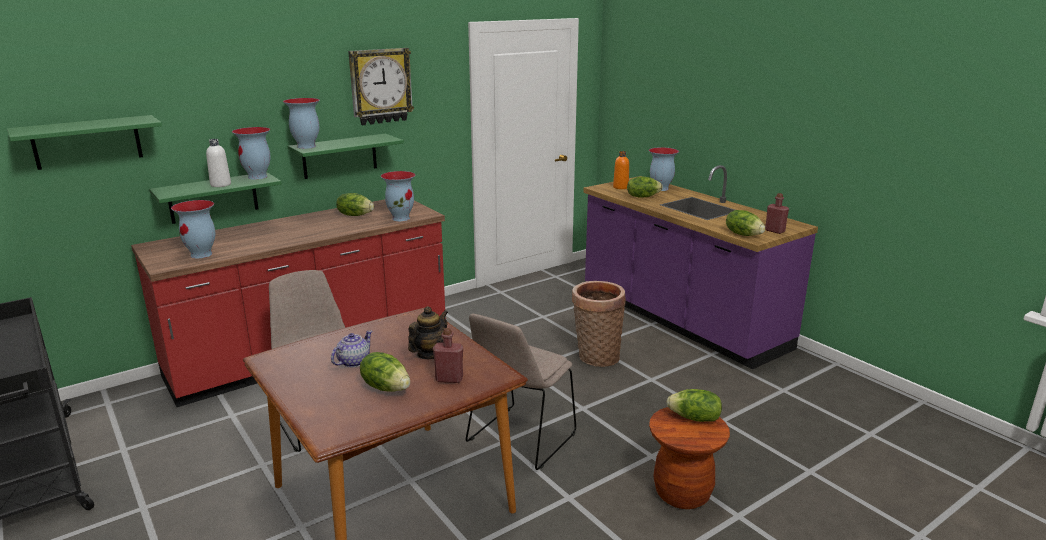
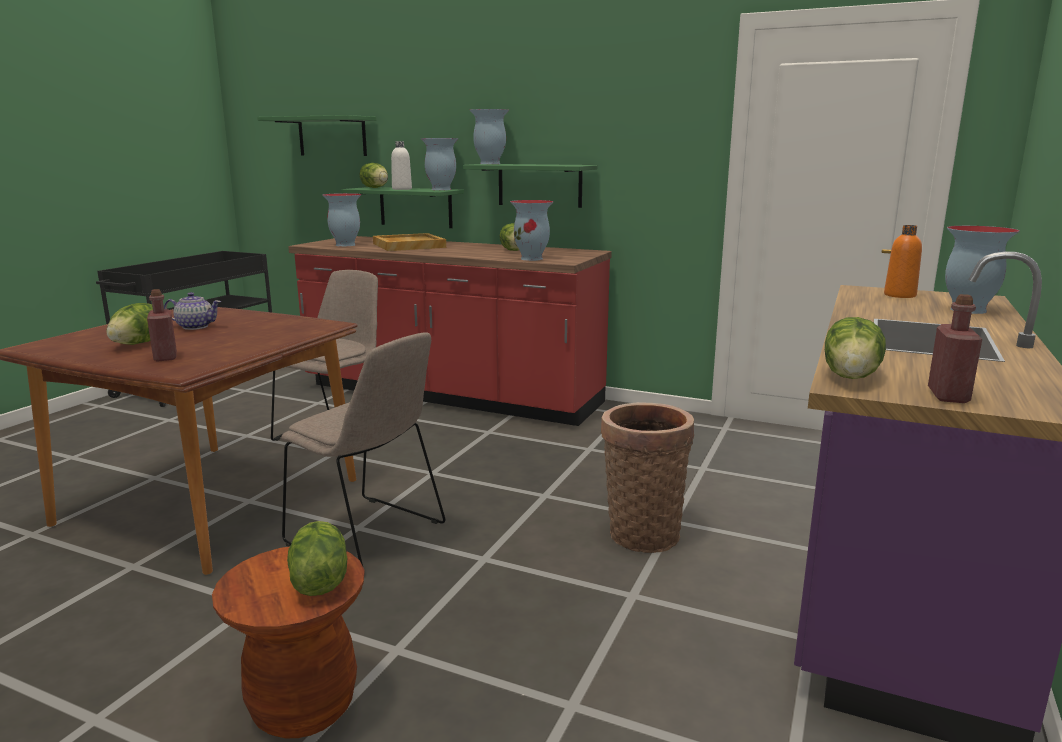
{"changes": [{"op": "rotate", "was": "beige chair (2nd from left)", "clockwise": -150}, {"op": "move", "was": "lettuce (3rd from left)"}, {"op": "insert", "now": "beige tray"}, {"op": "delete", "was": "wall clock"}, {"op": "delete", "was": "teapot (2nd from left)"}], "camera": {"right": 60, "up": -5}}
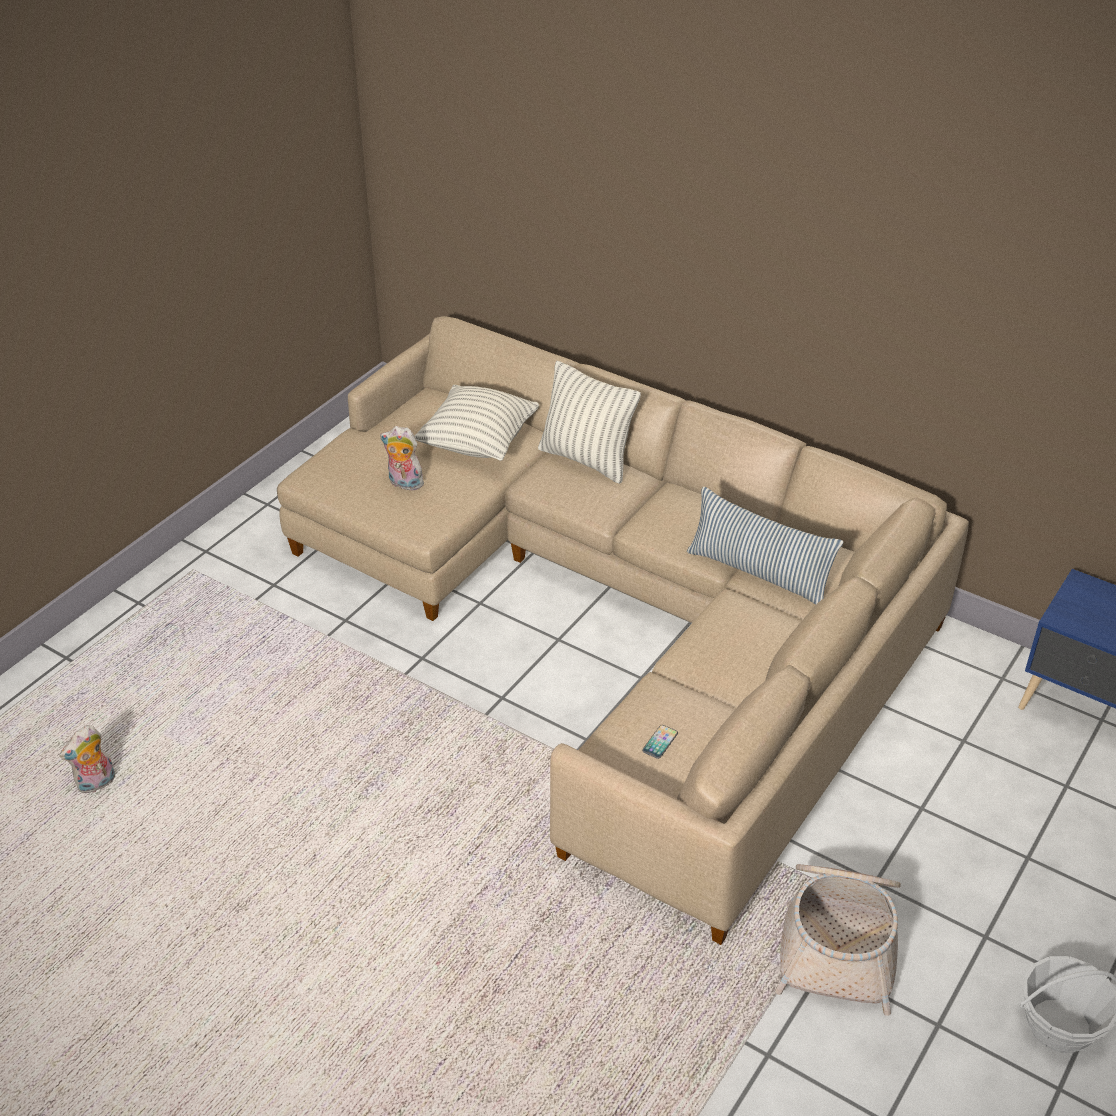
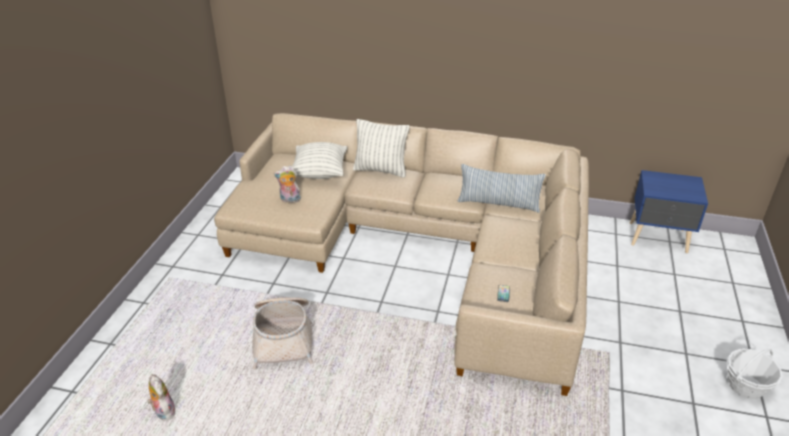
{"changes": [{"op": "rotate", "was": "plush toy (1st from left)", "clockwise": 120}, {"op": "move", "was": "basket (1st from left)"}], "camera": {"right": -20, "up": -5}}
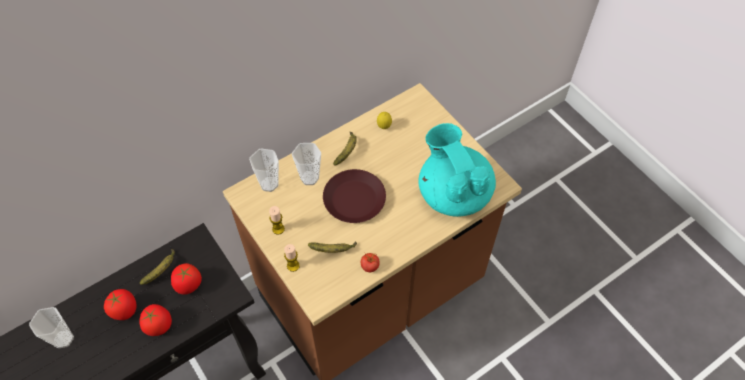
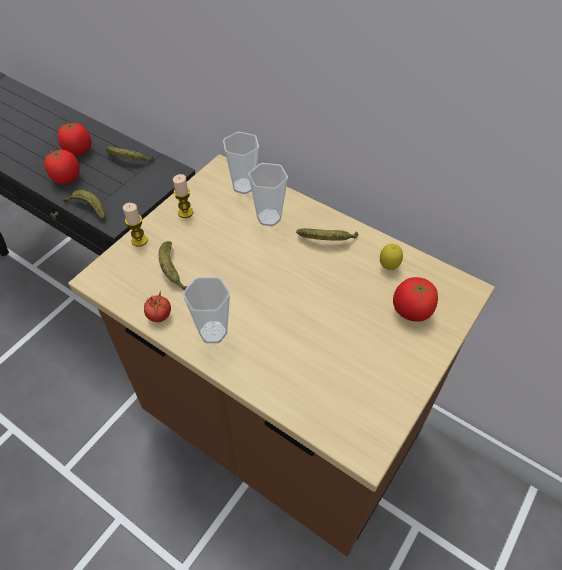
{"changes": [{"op": "insert", "now": "banana (1st from left)"}, {"op": "move", "was": "cup (1st from left)"}, {"op": "move", "was": "tomato (3rd from left in the first image)", "now": "tomato (4th from left)"}, {"op": "delete", "was": "brown plate"}, {"op": "delete", "was": "turquoise teapot"}], "camera": {"right": 70, "up": -5}}
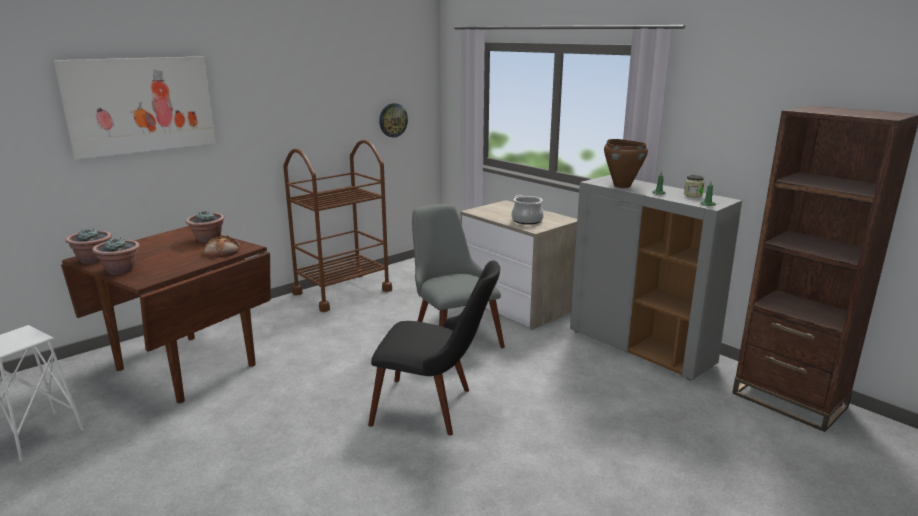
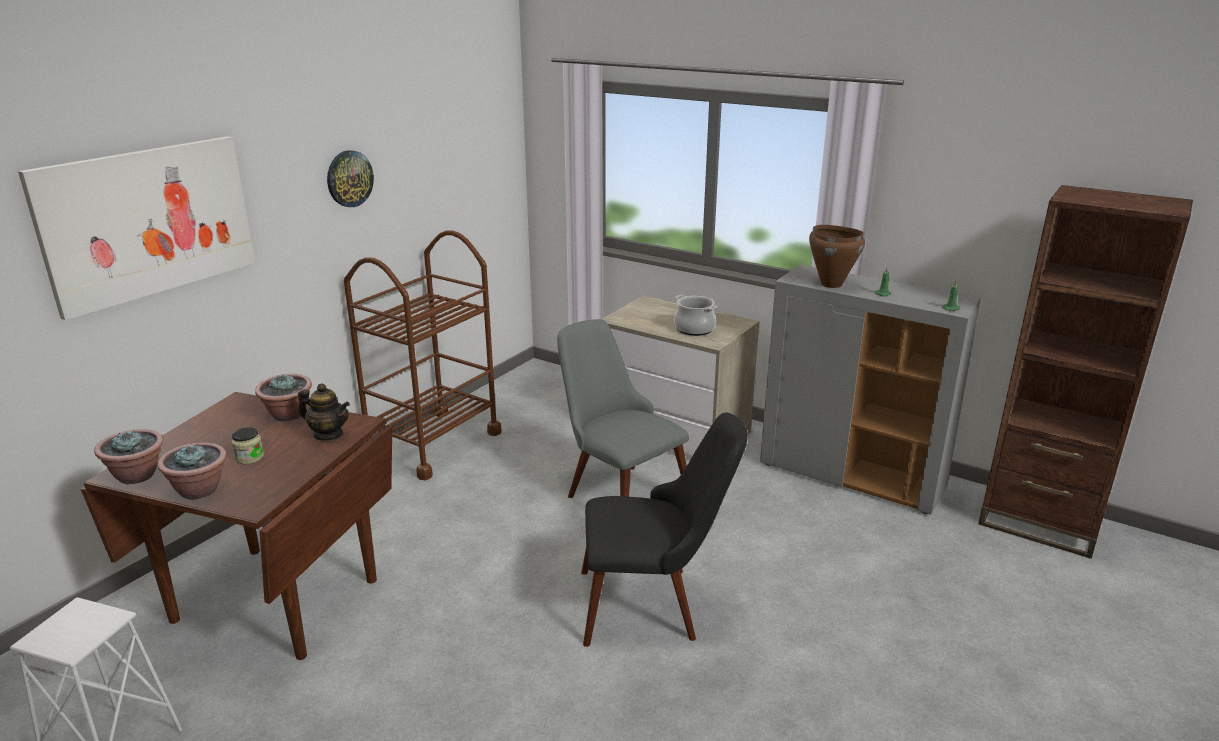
{"changes": [{"op": "move", "was": "jar"}, {"op": "replace", "was": "bread", "now": "teapot"}, {"op": "move", "was": "wall clock"}], "camera": {"right": -15, "up": 5}}
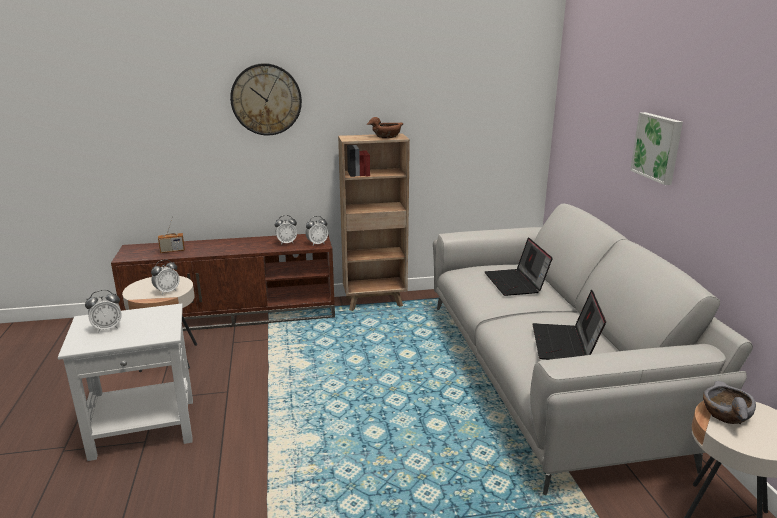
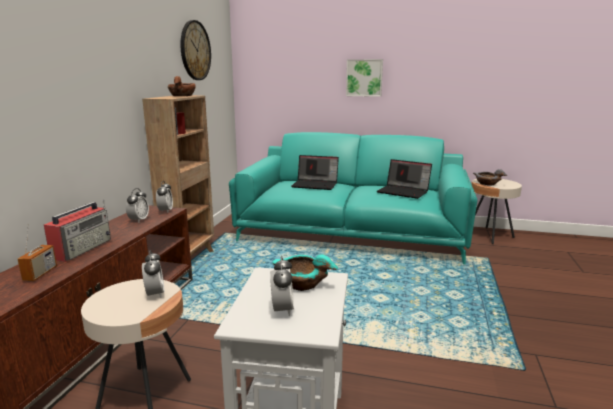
{"changes": [{"op": "insert", "now": "radio (2nd from left)"}, {"op": "move", "was": "wall clock"}, {"op": "recolor", "was": "grey sofa", "now": "turquoise sofa"}, {"op": "insert", "now": "turquoise bowl"}], "camera": {"right": -65, "up": -5}}
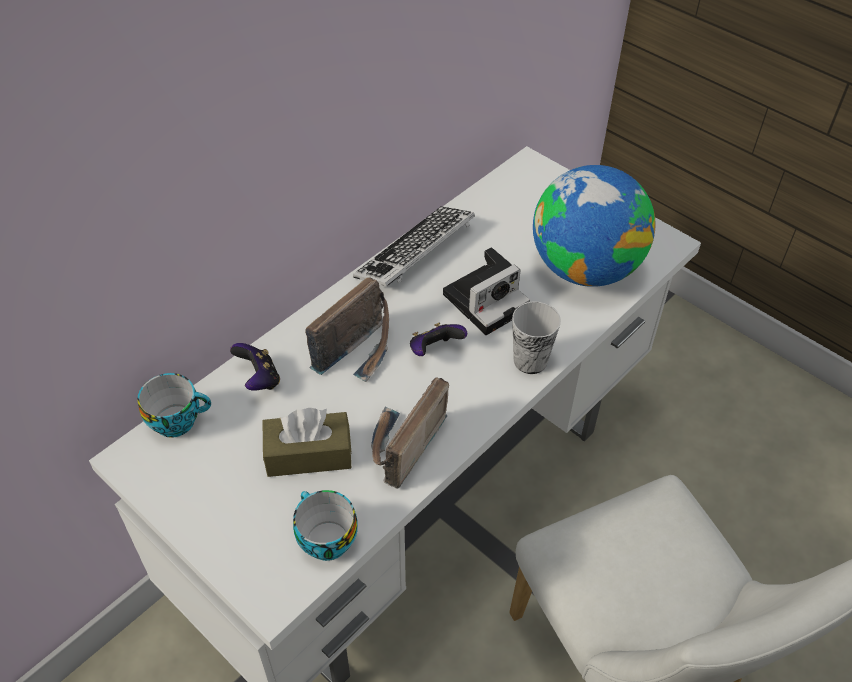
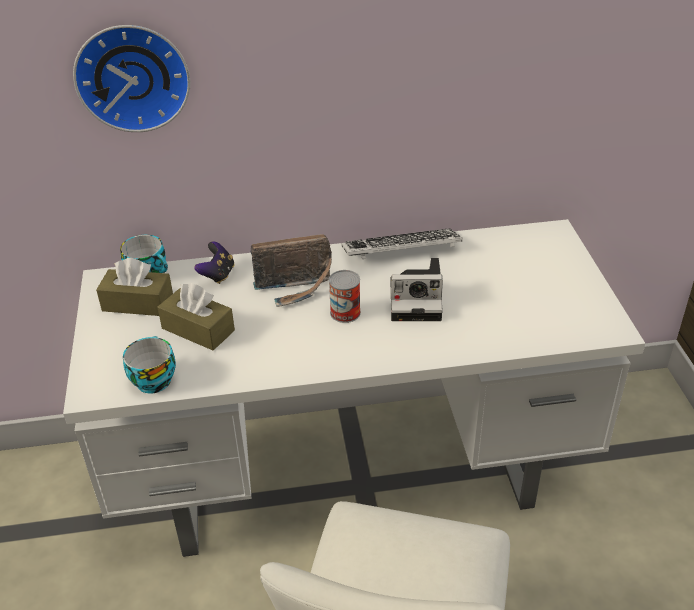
{"changes": [{"op": "insert", "now": "wall clock"}, {"op": "insert", "now": "brown tissue box (1st from left)"}, {"op": "replace", "was": "game controller (2nd from left)", "now": "can"}, {"op": "delete", "was": "radio (2nd from left)"}, {"op": "delete", "was": "cup (3rd from left)"}, {"op": "delete", "was": "globe"}], "camera": {"right": 40, "up": -10}}
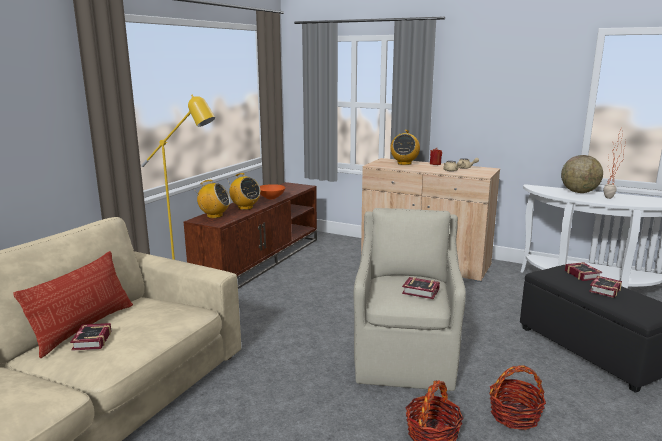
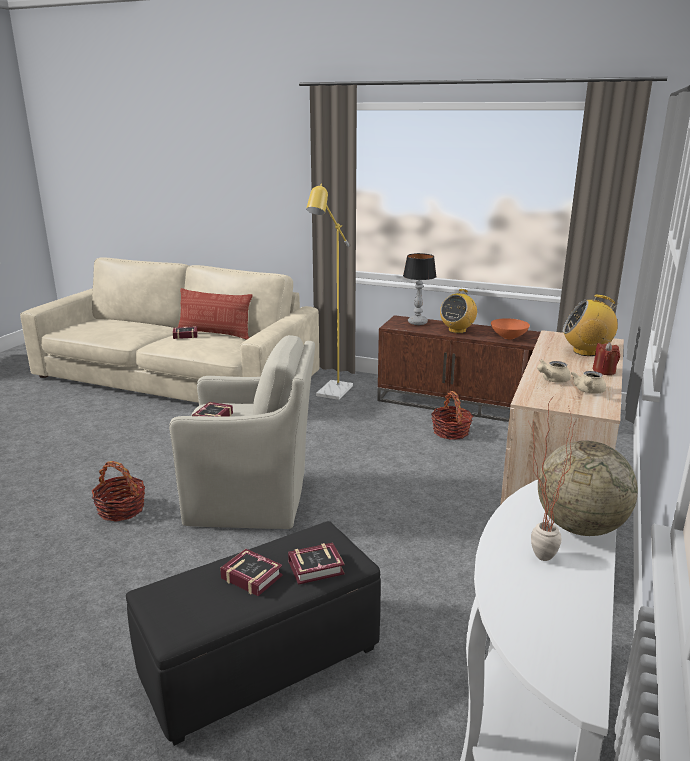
{"changes": [{"op": "replace", "was": "radio (1st from left)", "now": "table lamp"}, {"op": "move", "was": "basket (2nd from left)"}], "camera": {"right": 85, "up": 5}}
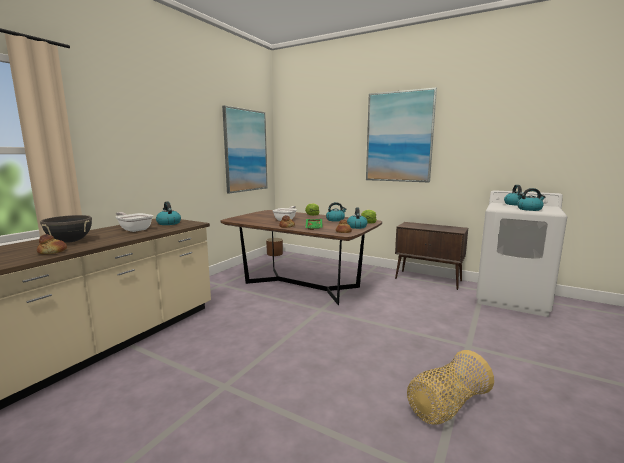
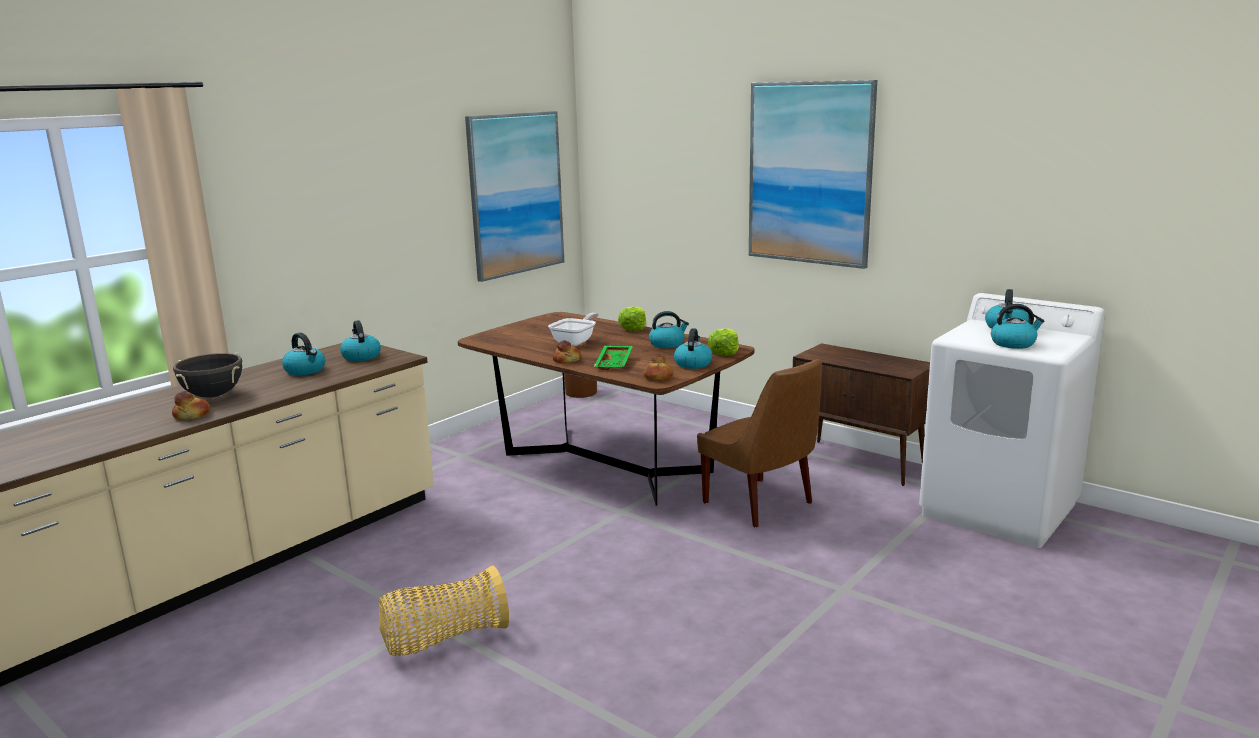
{"changes": [{"op": "replace", "was": "frying pan (1st from left)", "now": "kettle (1st from left)"}, {"op": "move", "was": "basket"}, {"op": "insert", "now": "brown chair"}], "camera": {"right": 10, "up": 5}}
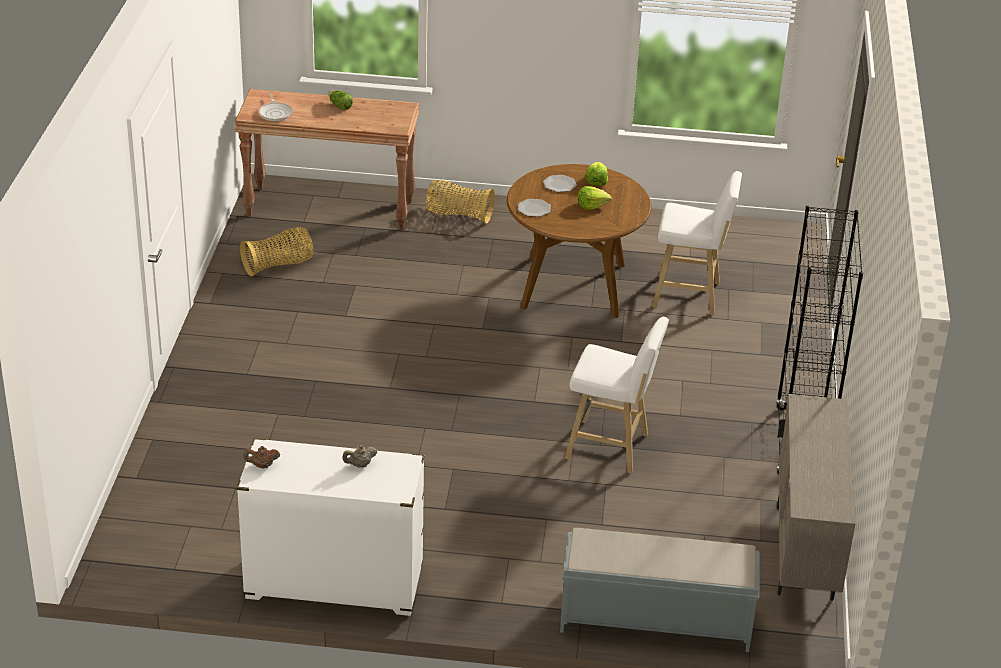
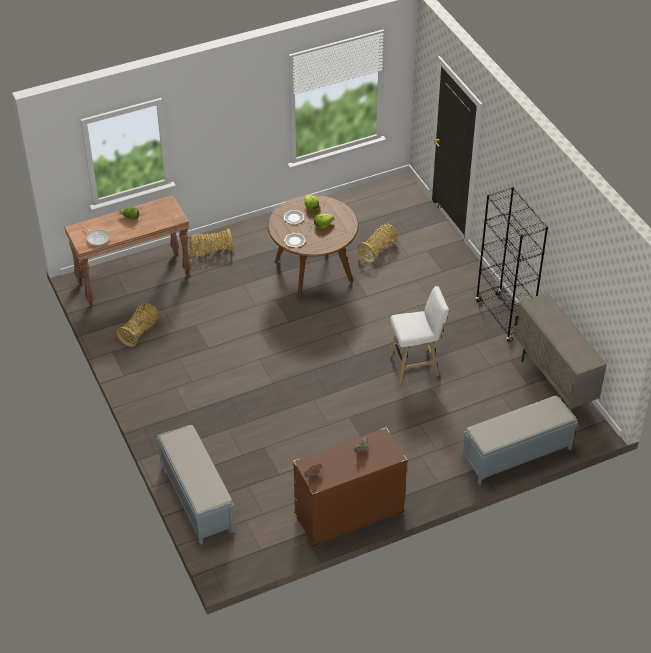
{"changes": [{"op": "insert", "now": "grey bench (1st from left)"}, {"op": "recolor", "was": "white dresser", "now": "brown dresser"}, {"op": "replace", "was": "white stool (2nd from left)", "now": "basket (3rd from left)"}], "camera": {"right": -30, "up": 10}}
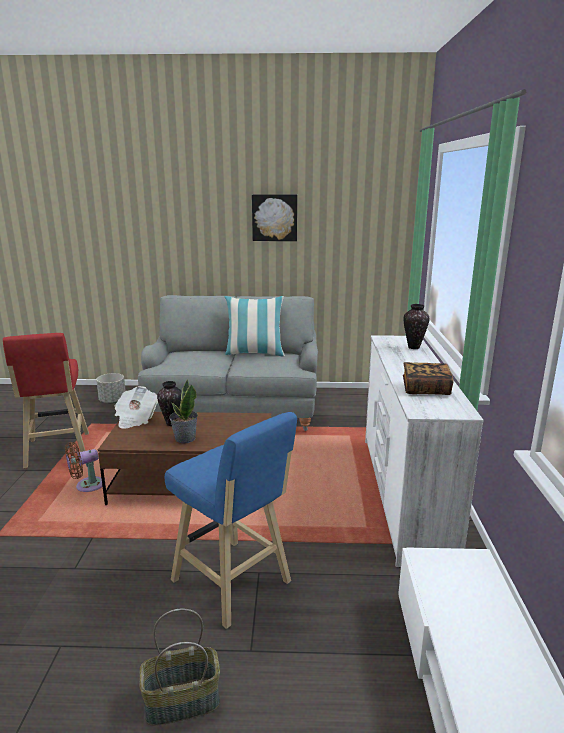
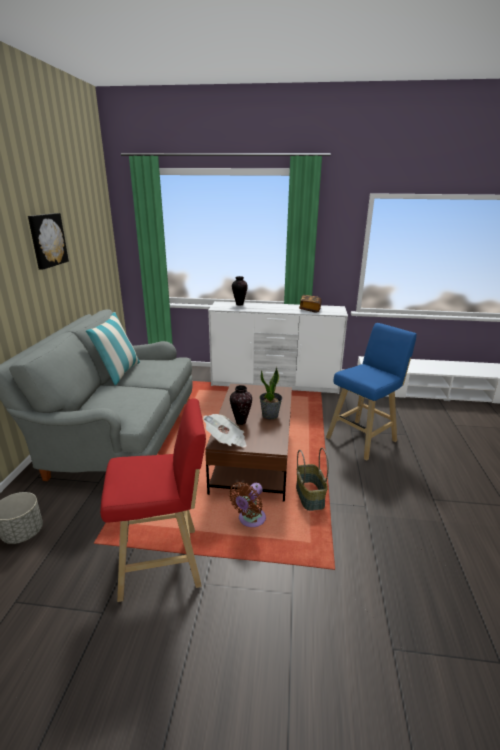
{"changes": [{"op": "rotate", "was": "brown fan", "clockwise": 60}, {"op": "move", "was": "basket"}], "camera": {"right": -85, "up": 5}}
